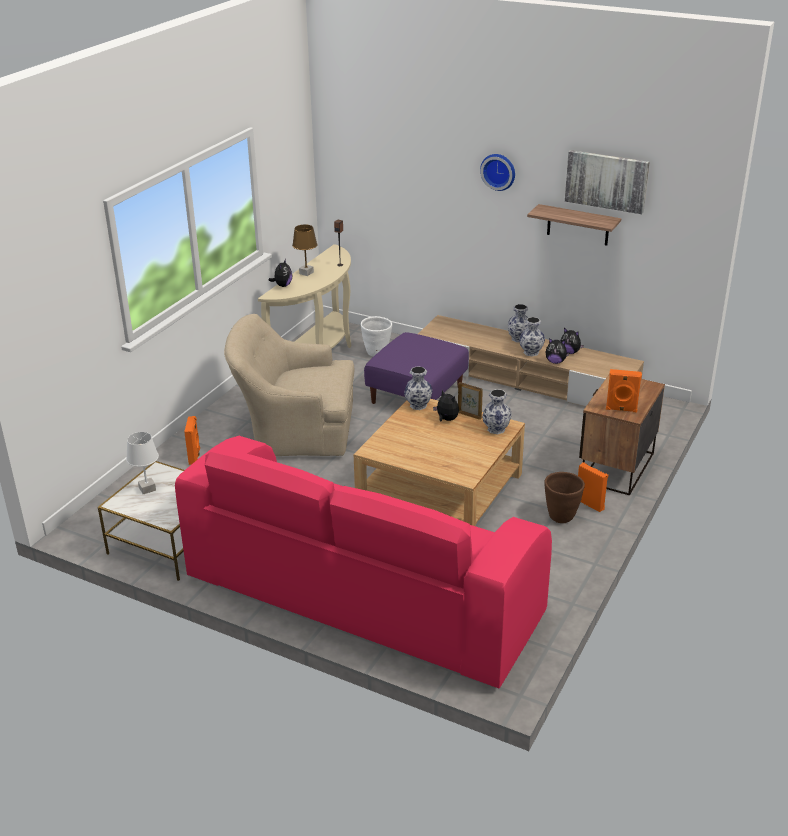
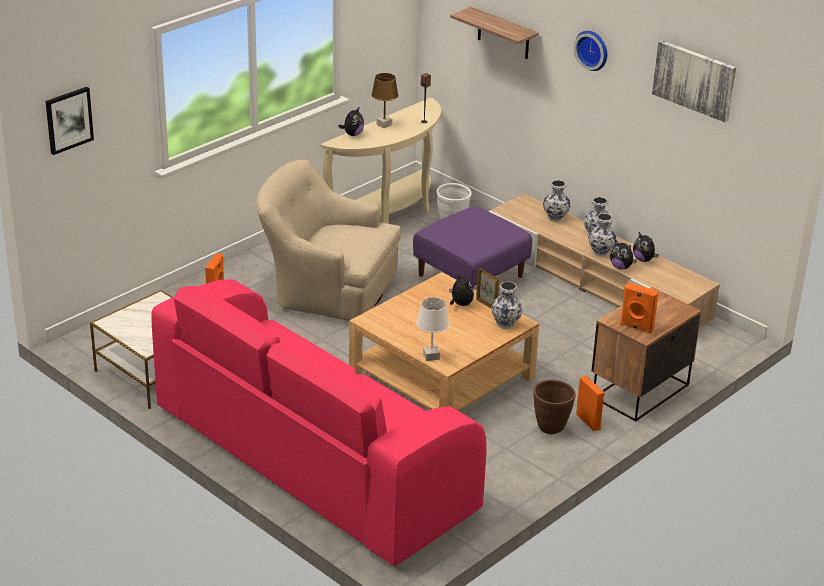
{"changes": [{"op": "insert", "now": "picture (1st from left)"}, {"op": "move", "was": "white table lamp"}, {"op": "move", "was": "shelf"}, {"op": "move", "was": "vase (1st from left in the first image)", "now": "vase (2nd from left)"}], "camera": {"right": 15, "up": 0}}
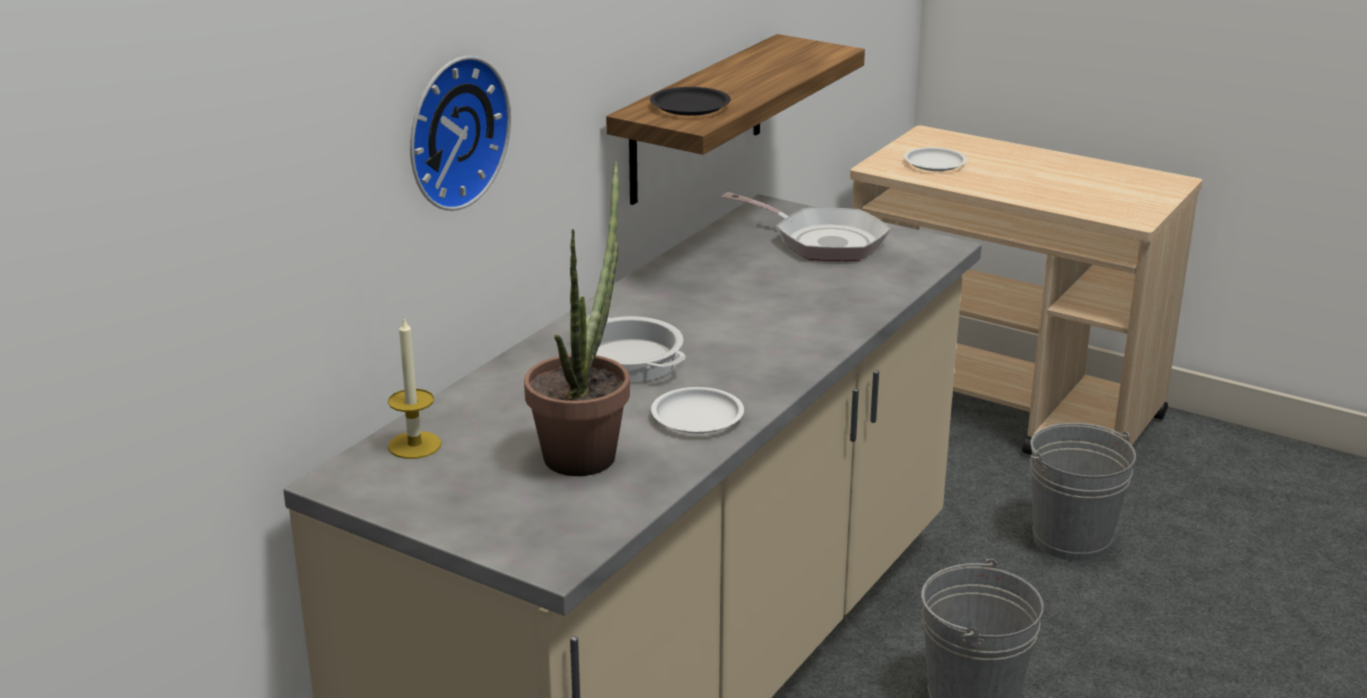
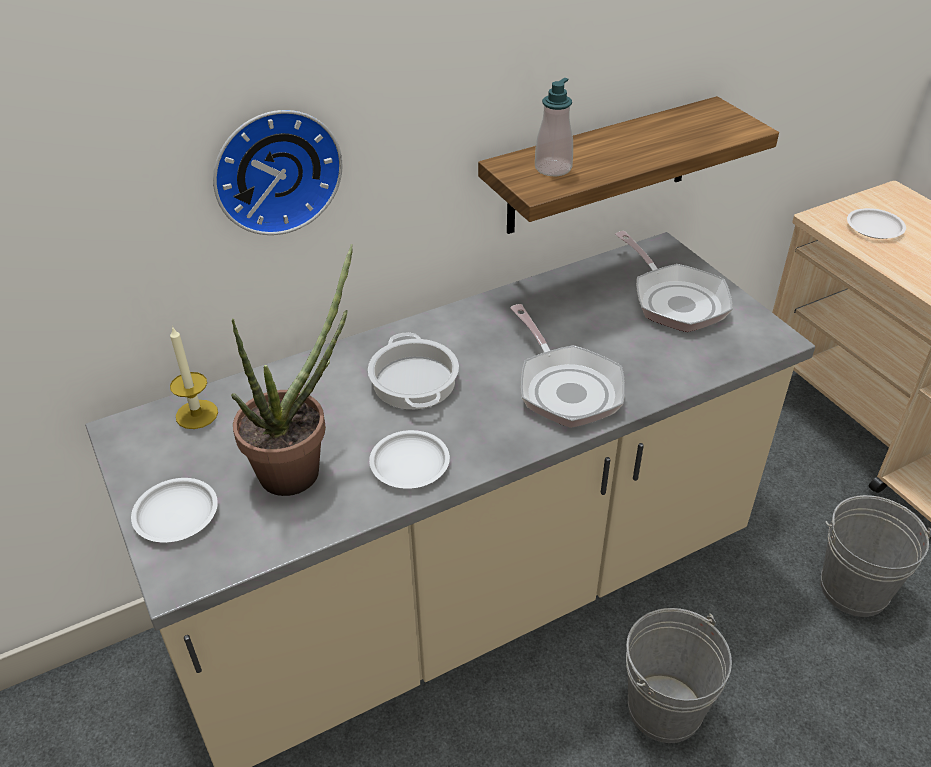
{"changes": [{"op": "insert", "now": "white plate (1st from left)"}, {"op": "insert", "now": "frying pan (1st from left)"}, {"op": "replace", "was": "black plate", "now": "soap dispenser"}], "camera": {"right": 30, "up": 15}}
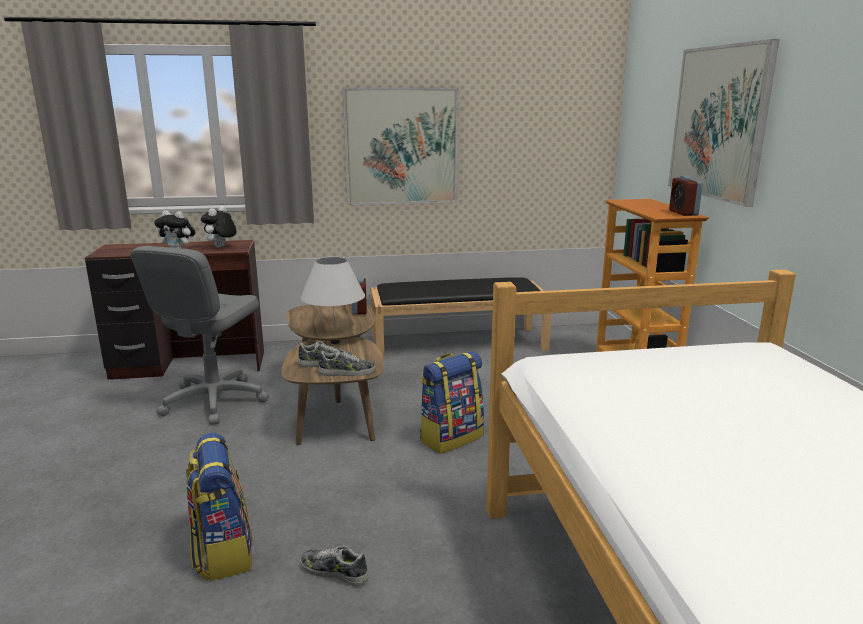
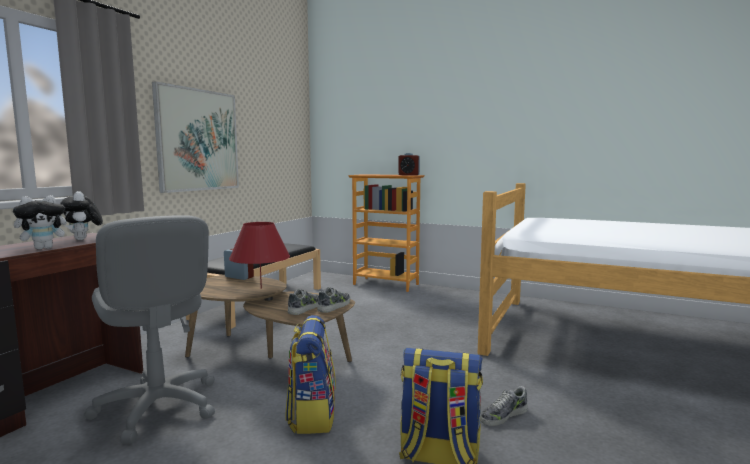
{"changes": [{"op": "recolor", "was": "white table lamp", "now": "red table lamp"}, {"op": "move", "was": "backpack (2nd from left in the first image)", "now": "backpack (1st from left)"}, {"op": "delete", "was": "picture (2nd from left)"}], "camera": {"right": -55, "up": -10}}
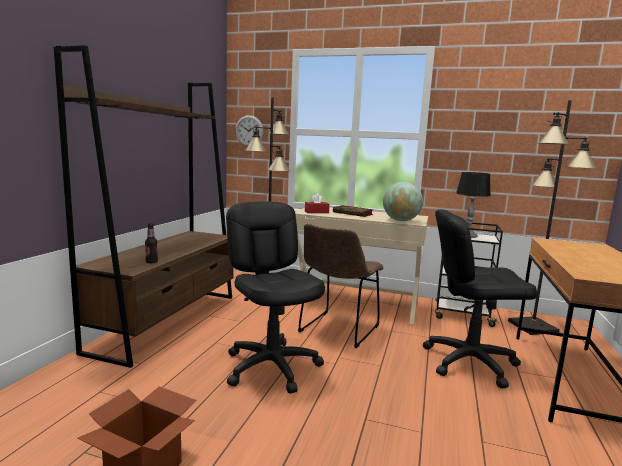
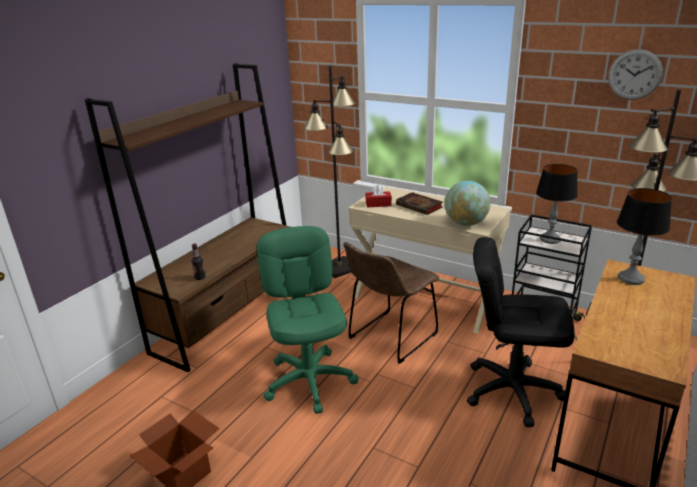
{"changes": [{"op": "recolor", "was": "black office chair (1st from left)", "now": "green office chair"}, {"op": "move", "was": "wall clock"}, {"op": "insert", "now": "table lamp (2nd from left)"}], "camera": {"right": 15, "up": 15}}
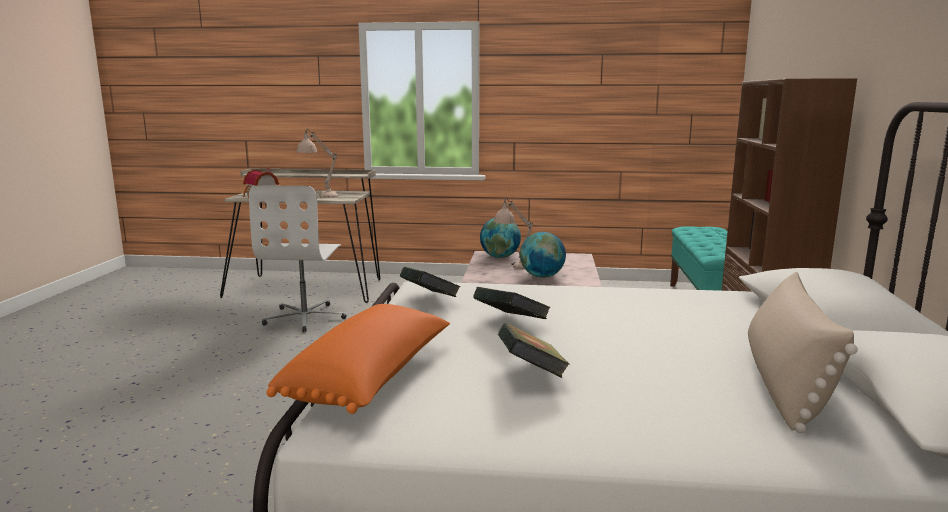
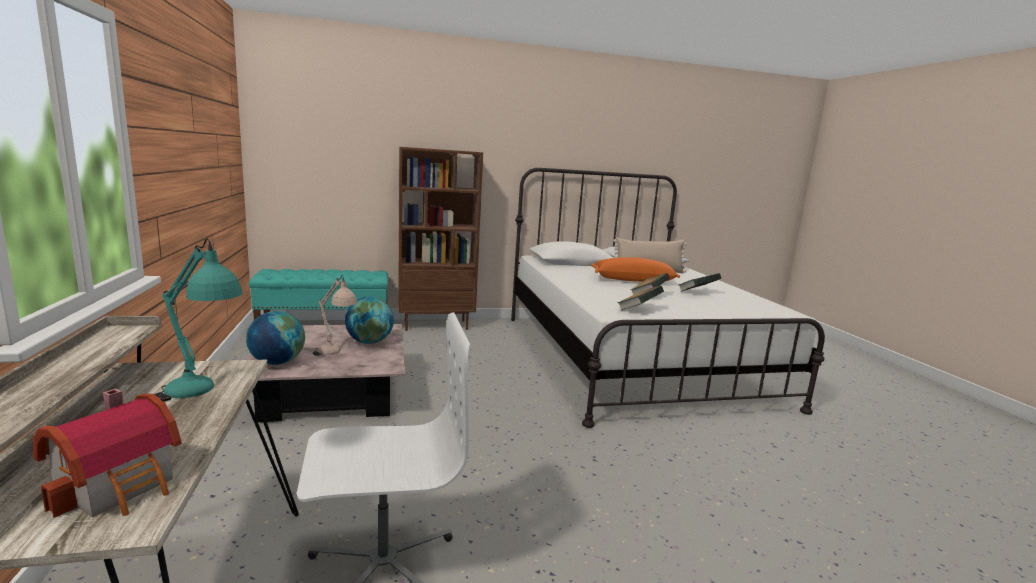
{"changes": [{"op": "recolor", "was": "beige table lamp (1st from left)", "now": "turquoise table lamp"}, {"op": "move", "was": "orange pillow"}], "camera": {"right": -110, "up": 0}}
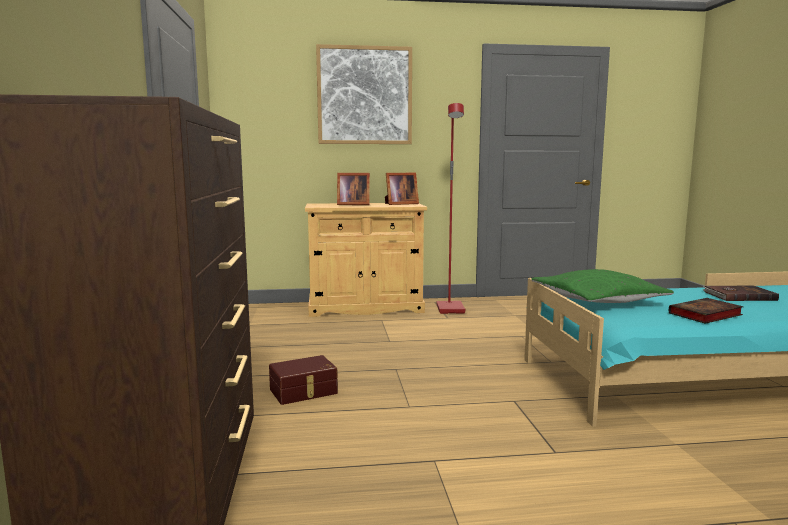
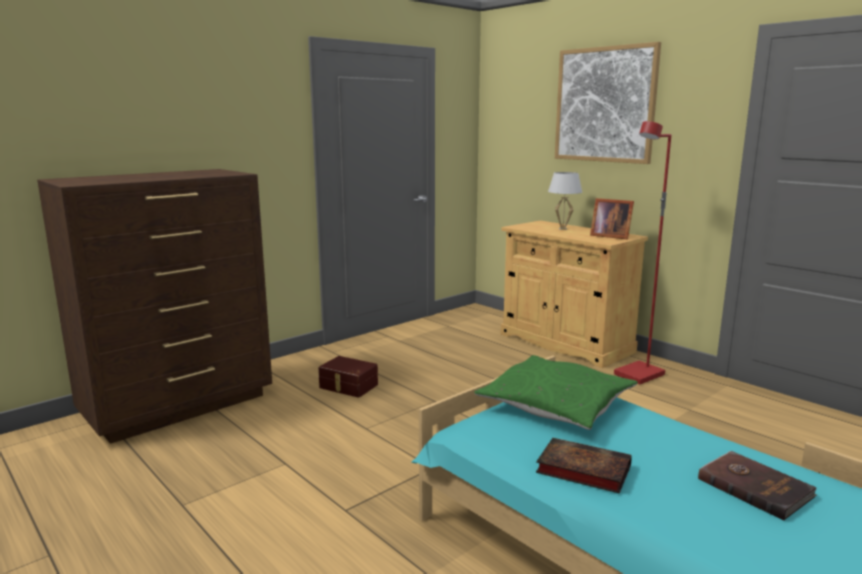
{"changes": [{"op": "replace", "was": "picture frame (1st from left)", "now": "white table lamp"}], "camera": {"right": 55, "up": 5}}
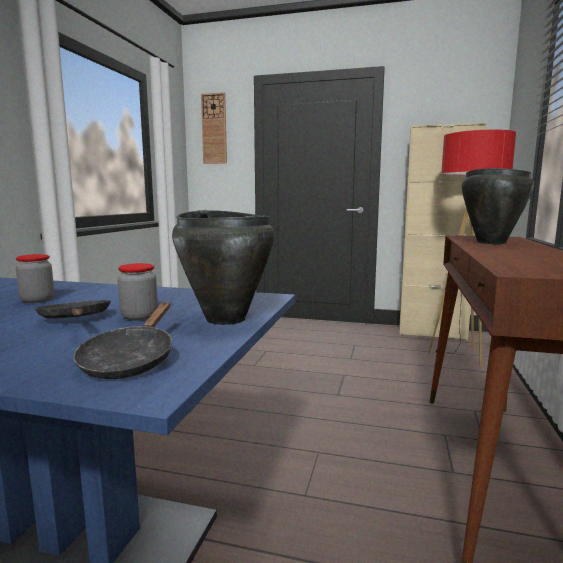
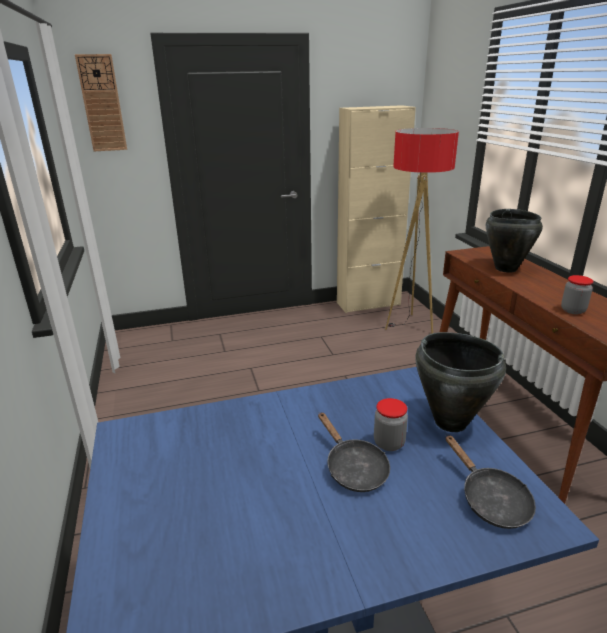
{"changes": [{"op": "rotate", "was": "black frying pan (1st from left)", "clockwise": -150}, {"op": "move", "was": "jar (1st from left in the first image)", "now": "jar (2nd from left)"}], "camera": {"right": -30, "up": 15}}
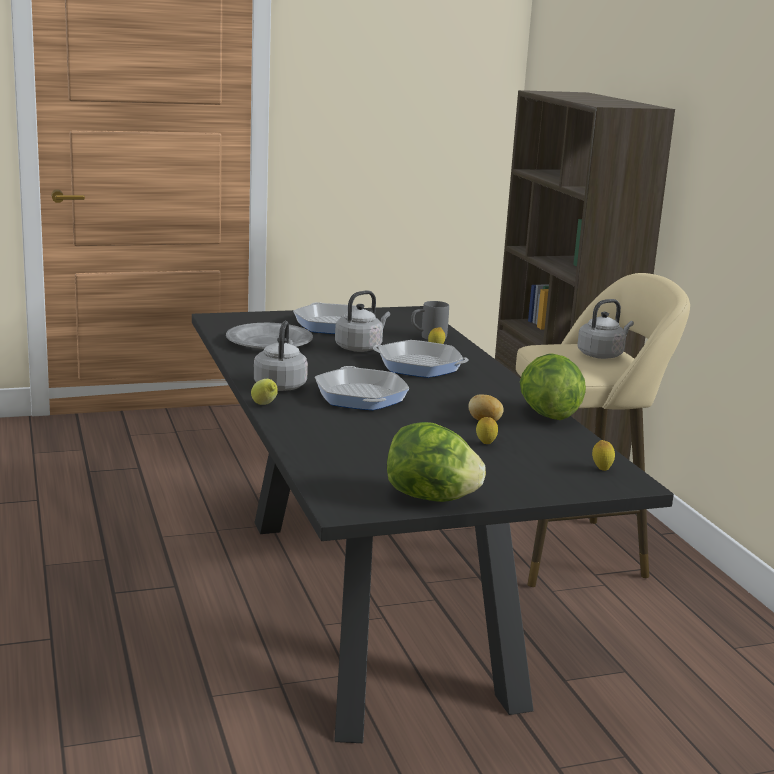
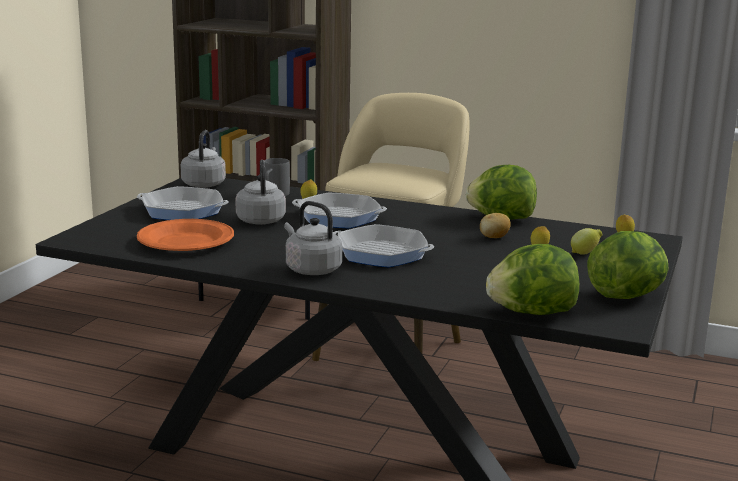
{"changes": [{"op": "recolor", "was": "grey plate", "now": "orange plate"}, {"op": "move", "was": "grey kettle (3rd from left in the first image)", "now": "grey kettle (1st from left)"}, {"op": "rotate", "was": "frying pan (3rd from left in the first image)", "clockwise": 45}, {"op": "insert", "now": "lettuce (2nd from left)"}, {"op": "move", "was": "lemon (1st from left in the first image)", "now": "lemon (3rd from left)"}], "camera": {"right": -50, "up": 0}}
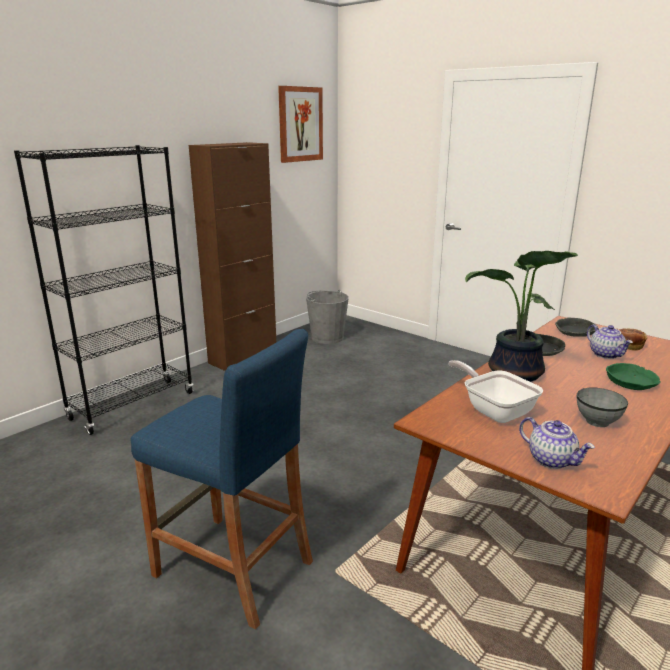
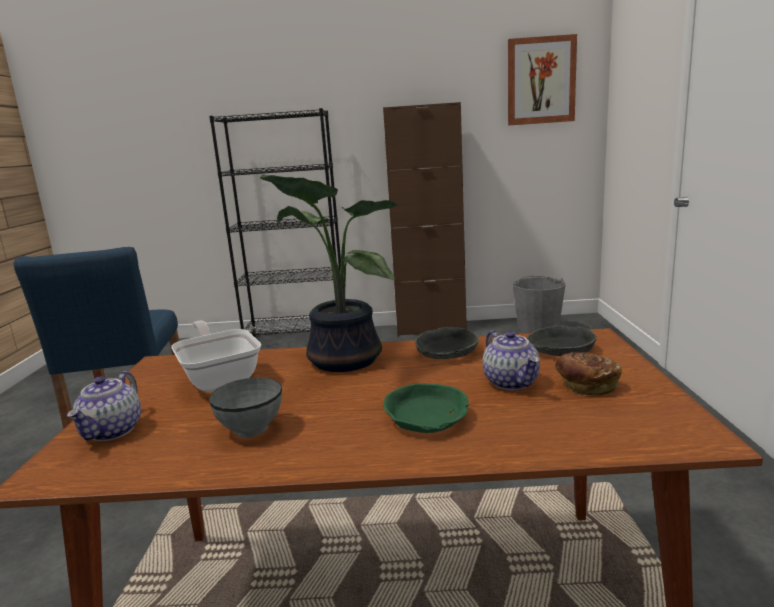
{"changes": [{"op": "rotate", "was": "frying pan", "clockwise": -45}, {"op": "rotate", "was": "teapot (2nd from left)", "clockwise": -45}], "camera": {"right": 50, "up": -5}}
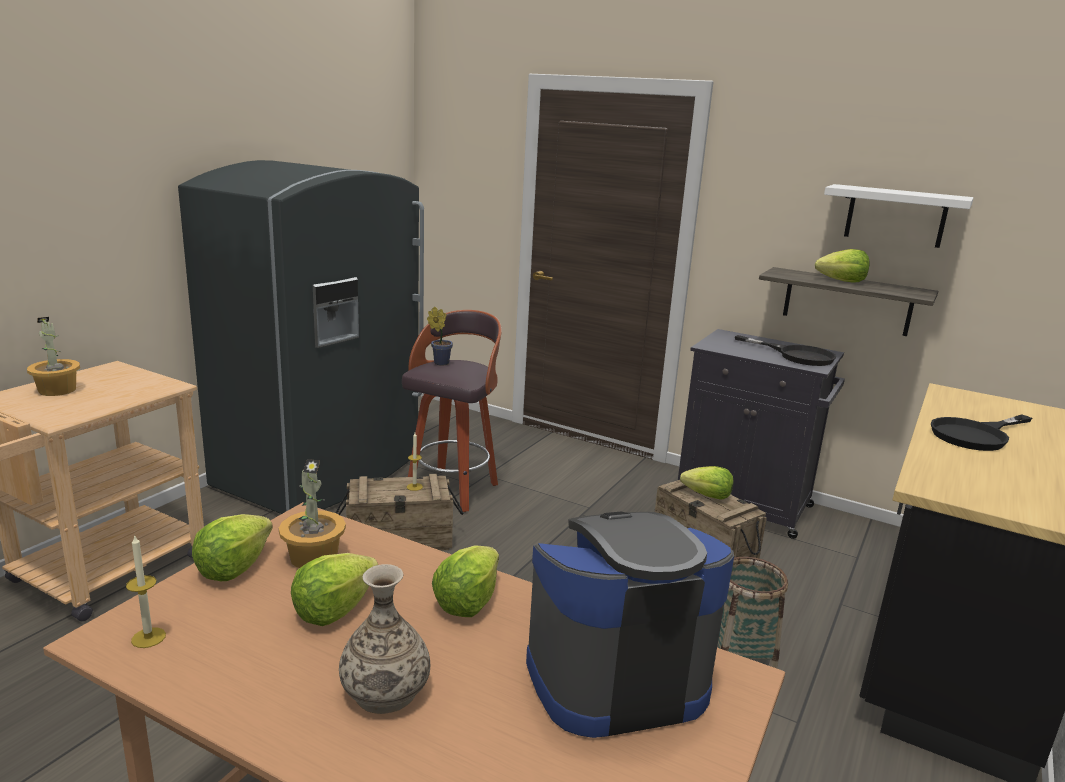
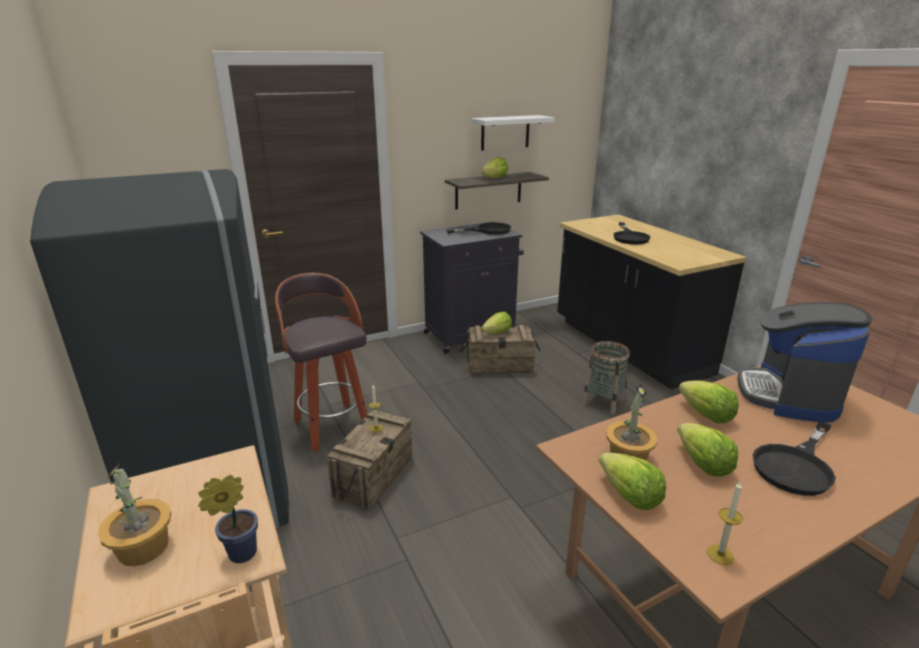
{"changes": [{"op": "move", "was": "potted plant (3rd from left in the first image)", "now": "potted plant (2nd from left)"}, {"op": "replace", "was": "vase", "now": "black frying pan (3rd from left)"}], "camera": {"right": -55, "up": 5}}
